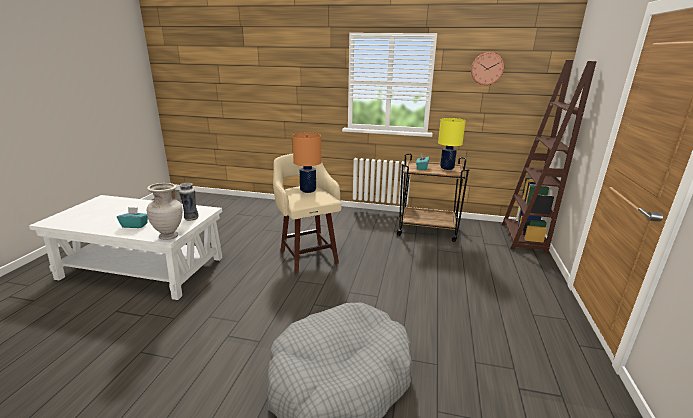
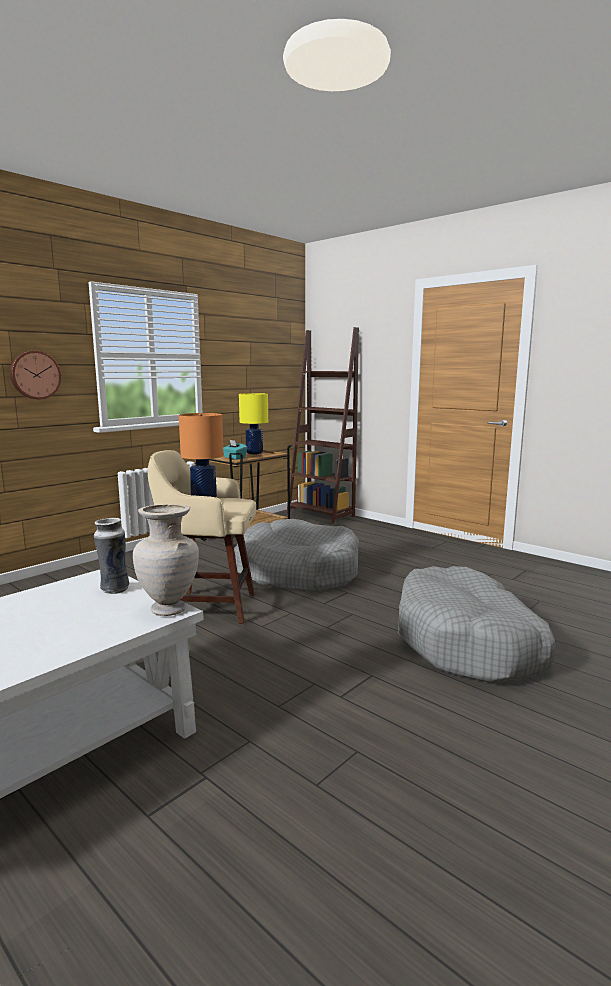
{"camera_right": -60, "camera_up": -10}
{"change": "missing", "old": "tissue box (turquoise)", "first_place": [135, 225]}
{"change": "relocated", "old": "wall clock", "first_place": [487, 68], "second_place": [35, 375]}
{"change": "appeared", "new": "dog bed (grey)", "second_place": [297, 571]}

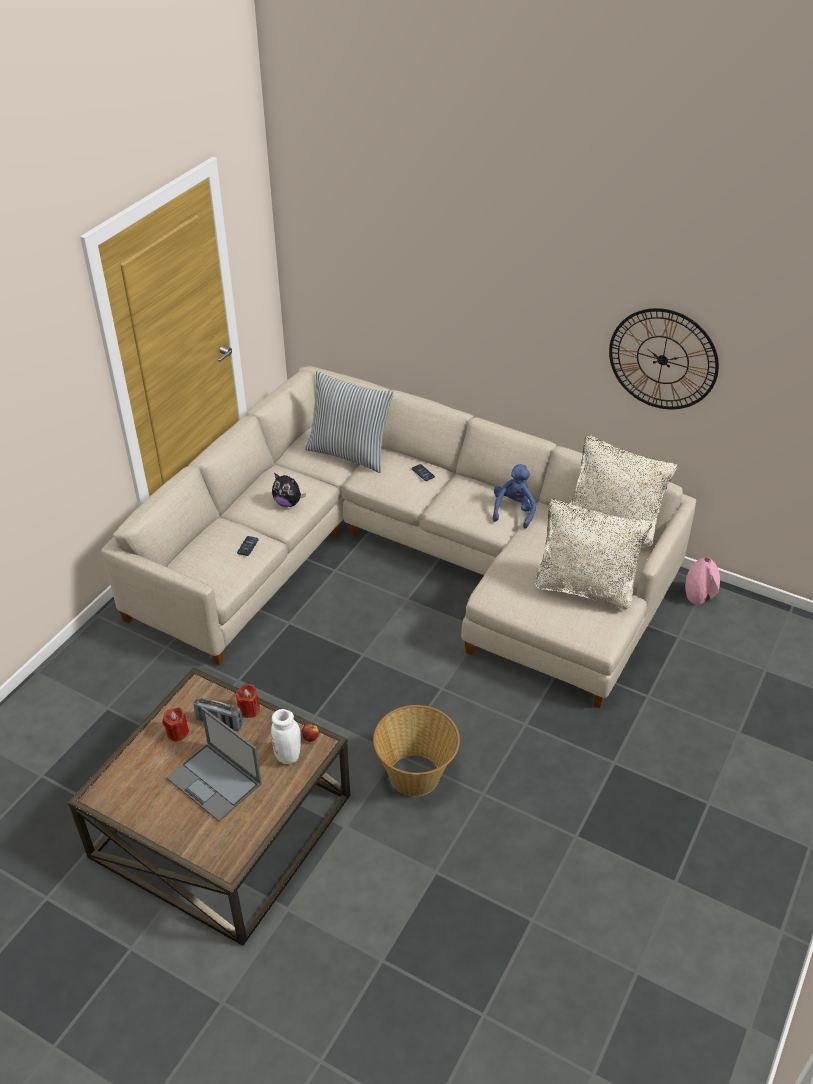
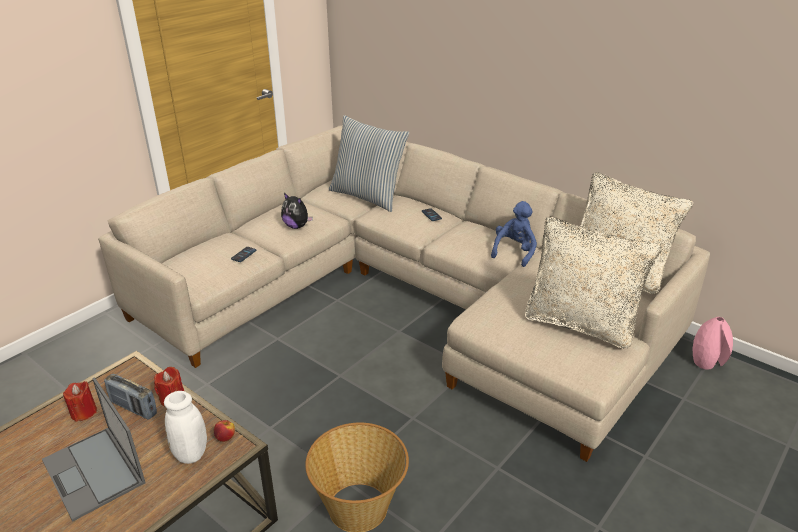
{"camera_right": 10, "camera_up": -10}
{"change": "missing", "old": "wall clock", "first_place": [662, 359]}

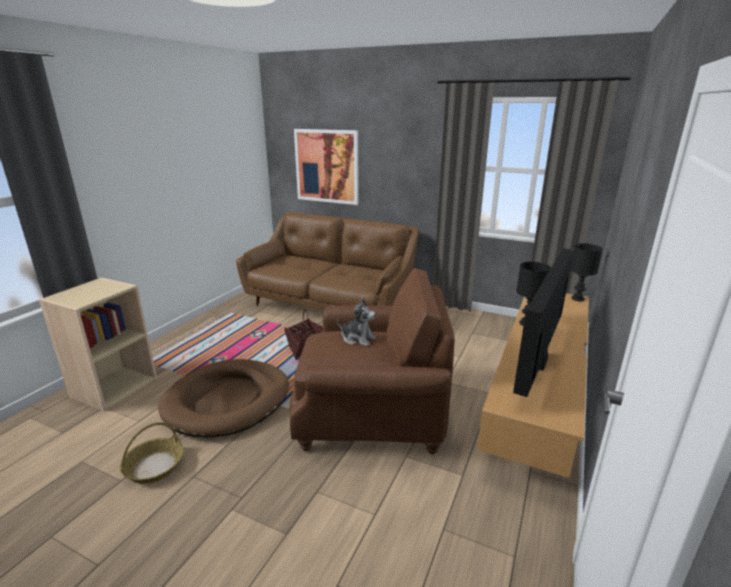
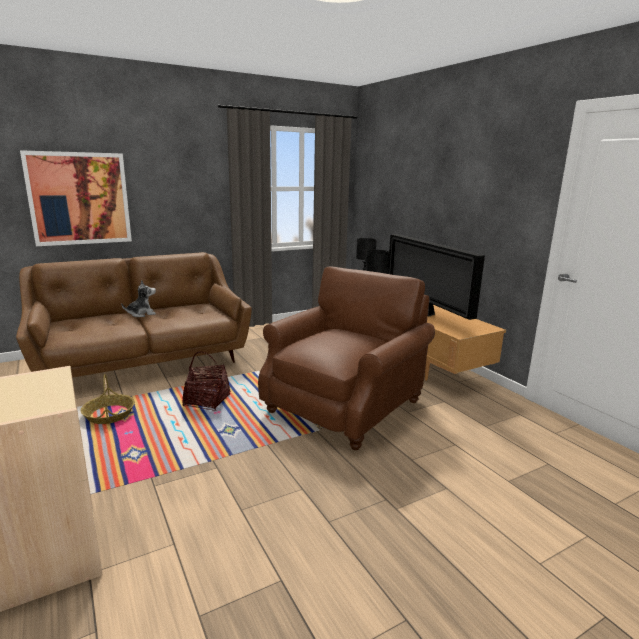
{"camera_right": -55, "camera_up": -5}
{"change": "relocated", "old": "basket", "first_place": [154, 466], "second_place": [109, 414]}
{"change": "missing", "old": "dog bed (brown)", "first_place": [228, 401]}
{"change": "relocated", "old": "plush toy", "first_place": [358, 339], "second_place": [141, 314]}

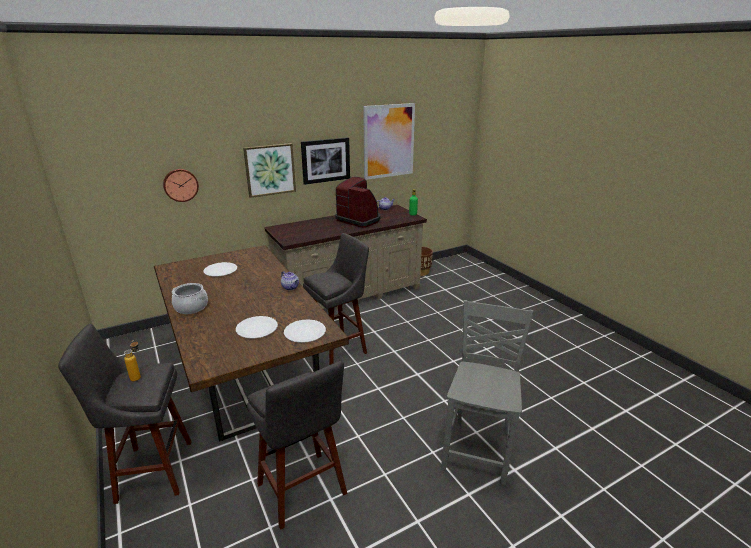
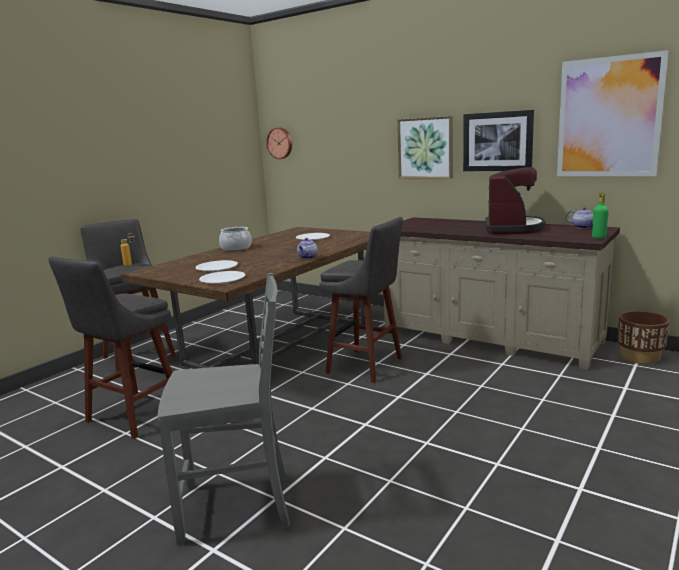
{"camera_right": 65, "camera_up": -10}
{"change": "relocated", "old": "wall clock", "first_place": [180, 185], "second_place": [280, 143]}

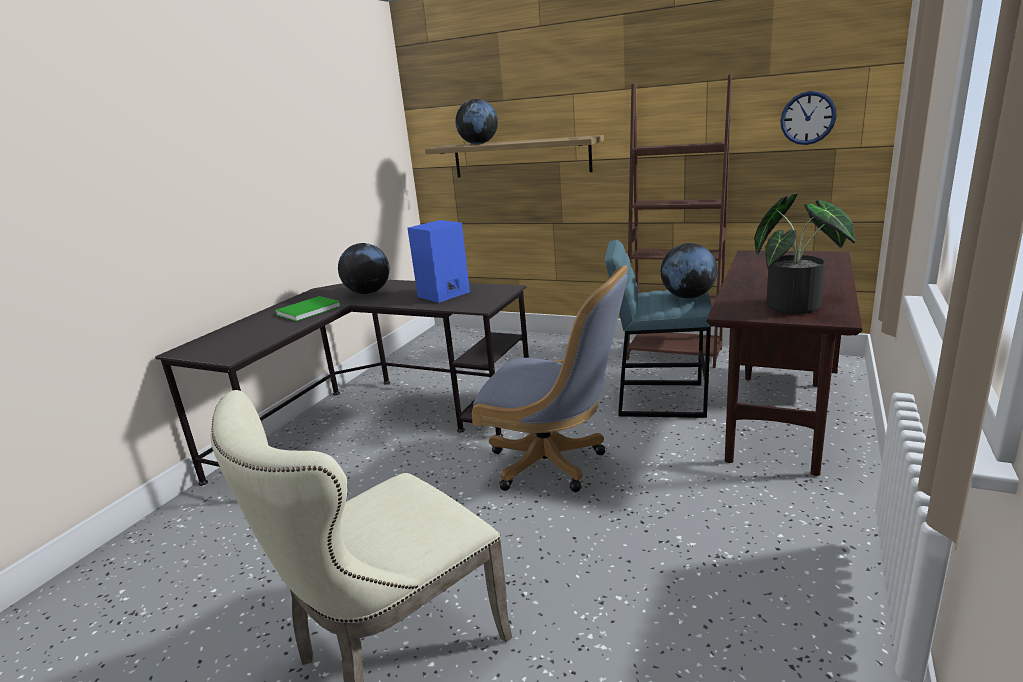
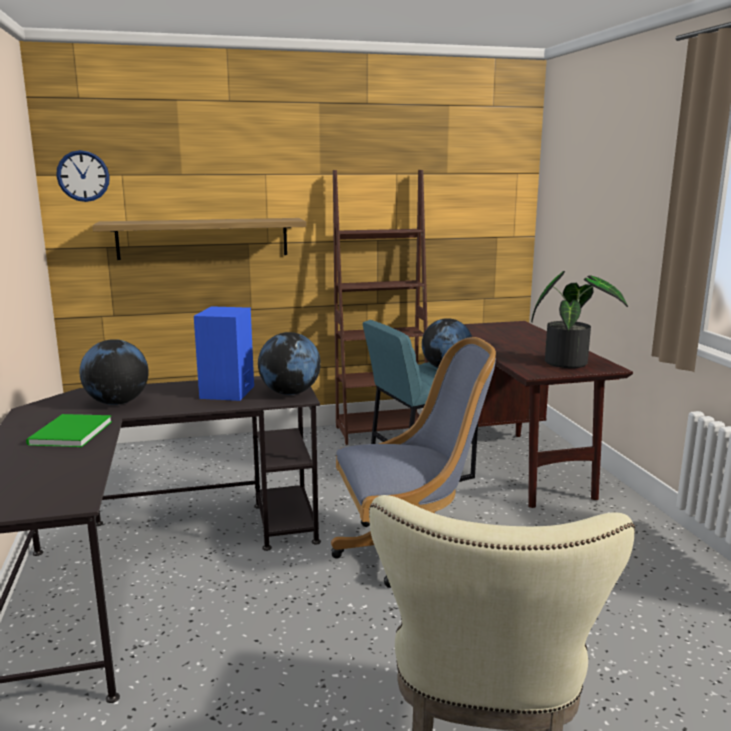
{"camera_right": -40, "camera_up": -5}
{"change": "relocated", "old": "globe", "first_place": [478, 144], "second_place": [290, 393]}
{"change": "relocated", "old": "wall clock", "first_place": [808, 118], "second_place": [83, 176]}

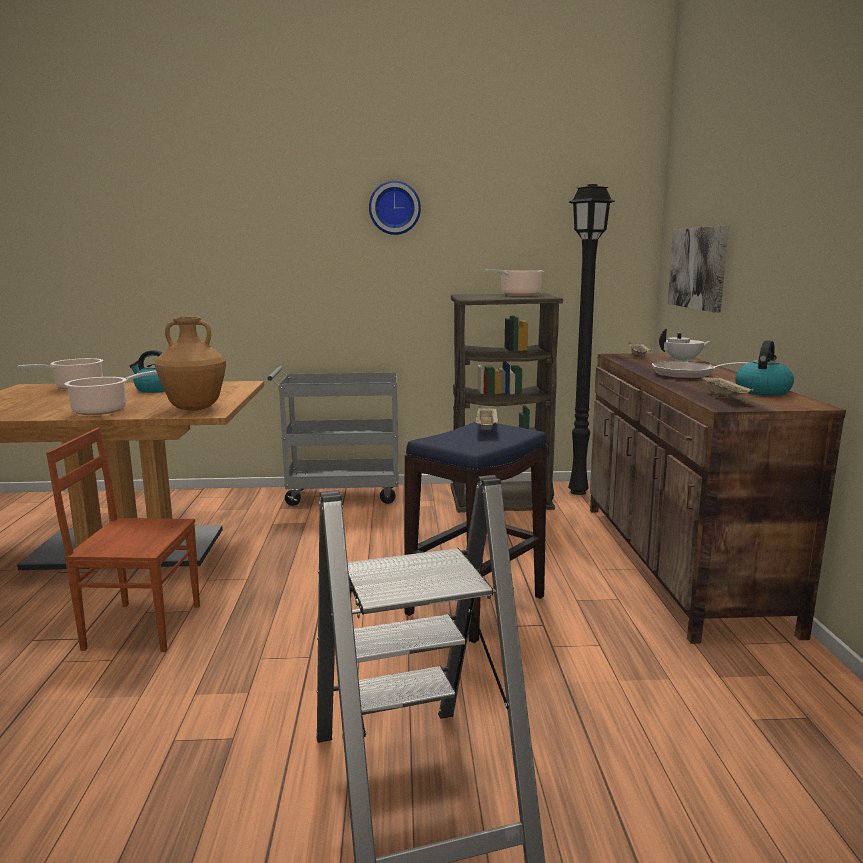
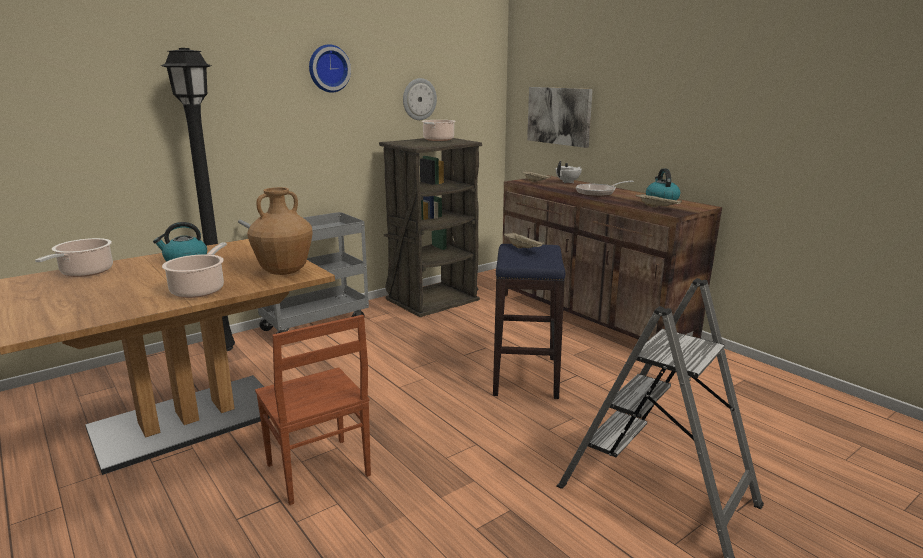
{"camera_right": -35, "camera_up": 5}
{"change": "spun", "old": "chair (brown)", "first_place": [142, 626], "second_place": [317, 471], "degrees": -90}
{"change": "relocated", "old": "floor lamp (black)", "first_place": [580, 492], "second_place": [227, 348]}
{"change": "appeared", "new": "wall clock", "second_place": [419, 99]}

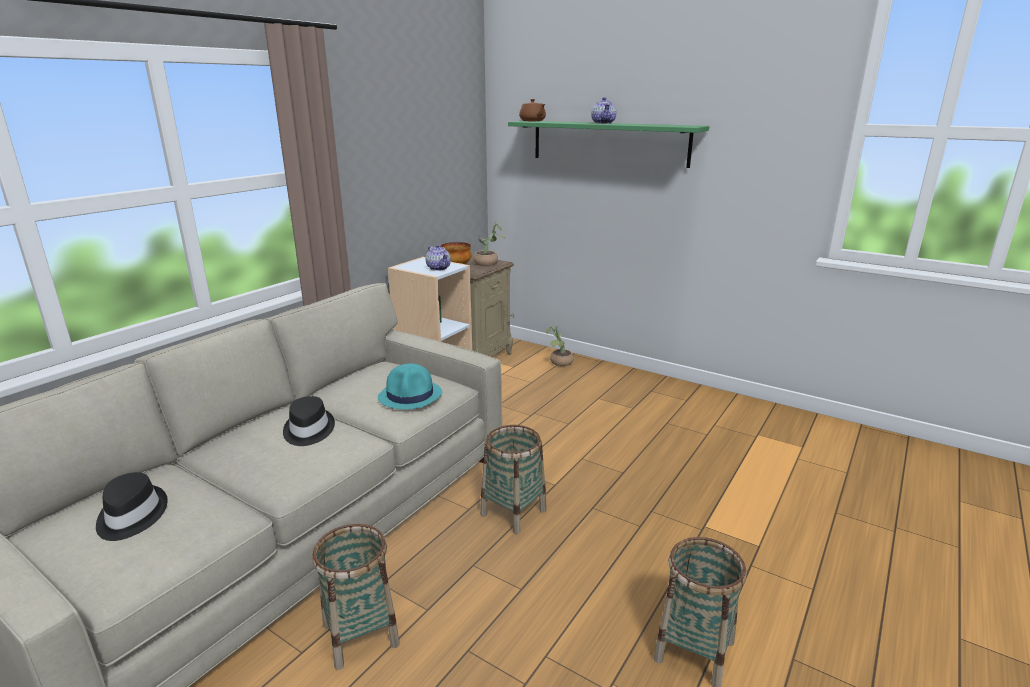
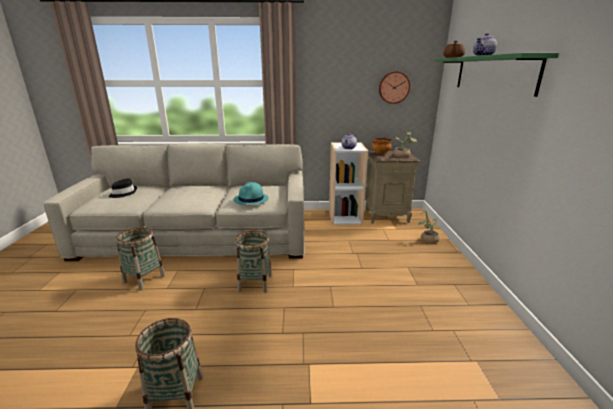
{"camera_right": 55, "camera_up": 0}
{"change": "missing", "old": "hat (black)", "first_place": [308, 430]}
{"change": "appeared", "new": "wall clock", "second_place": [393, 87]}

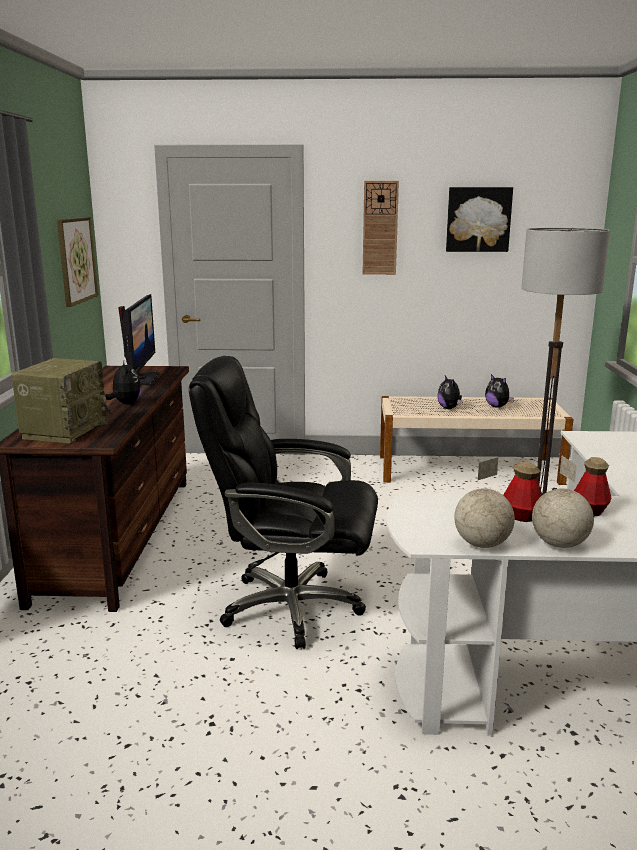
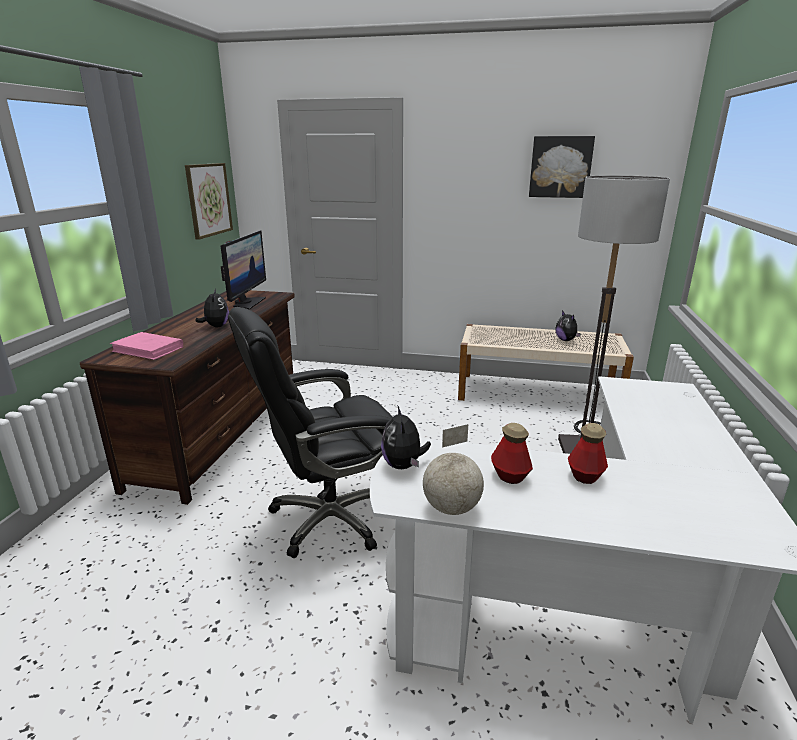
{"camera_right": 10, "camera_up": 5}
{"change": "exchanged", "old": "radio", "new": "book (pink)", "first_place": [65, 430], "second_place": [148, 349]}
{"change": "spun", "old": "office chair (black)", "first_place": [294, 607], "second_place": [334, 517], "degrees": -45}
{"change": "missing", "old": "wall clock", "first_place": [380, 228]}
{"change": "relocated", "old": "plush toy", "first_place": [449, 408], "second_place": [403, 465]}
{"change": "missing", "old": "globe", "first_place": [559, 545]}

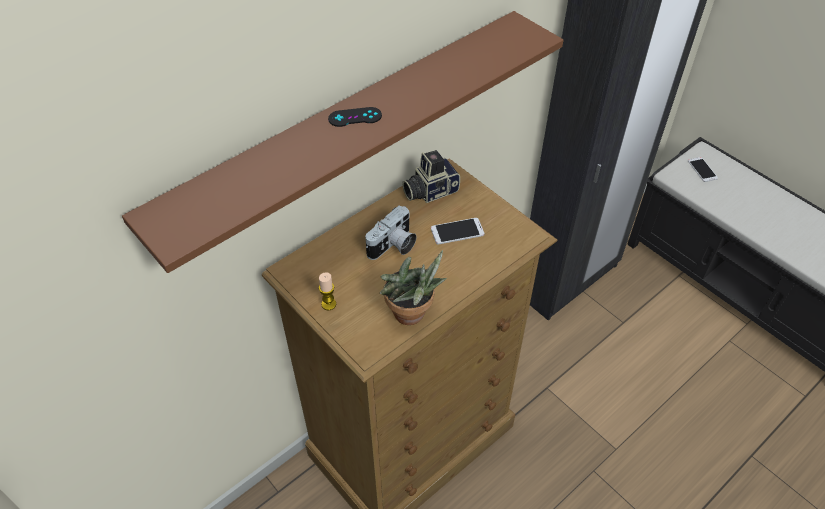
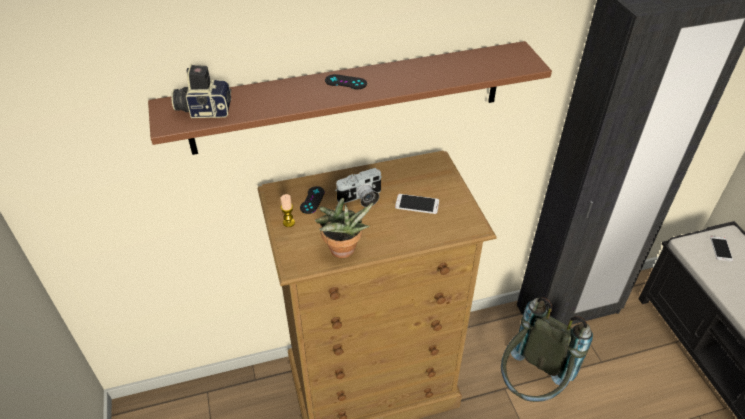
{"camera_right": 25, "camera_up": -5}
{"change": "relocated", "old": "photo camera", "first_place": [429, 190], "second_place": [204, 109]}
{"change": "appeared", "new": "game controller (black)", "second_place": [312, 200]}
{"change": "appeared", "new": "backpack (grey)", "second_place": [531, 385]}

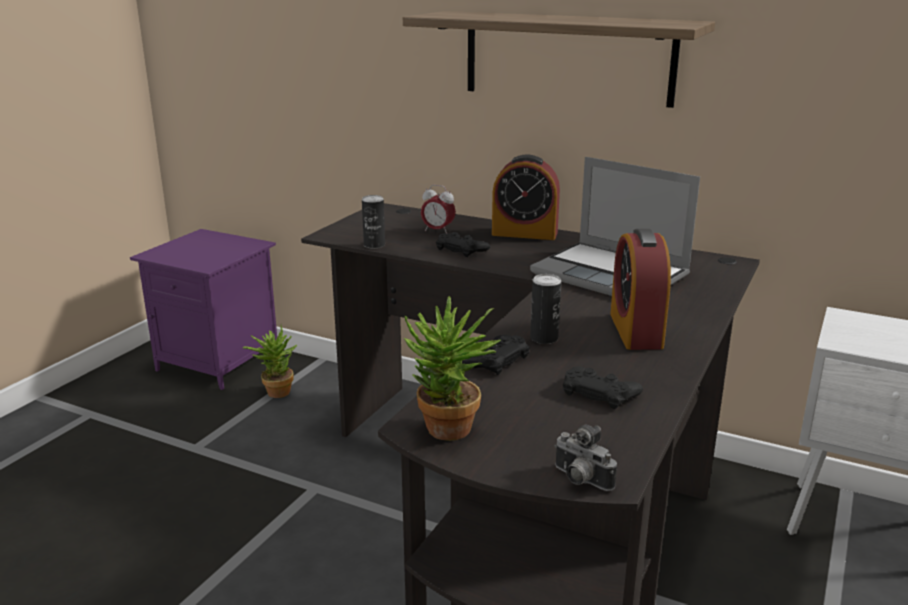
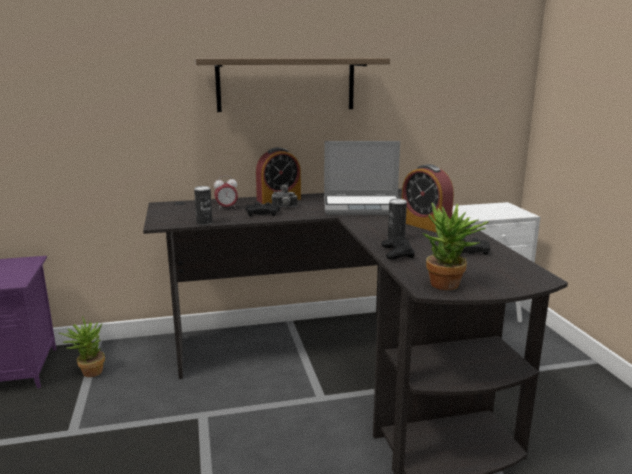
{"camera_right": -40, "camera_up": -5}
{"change": "relocated", "old": "photo camera", "first_place": [580, 481], "second_place": [284, 207]}

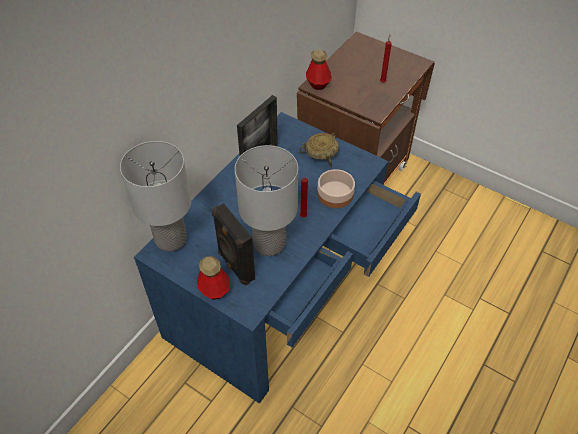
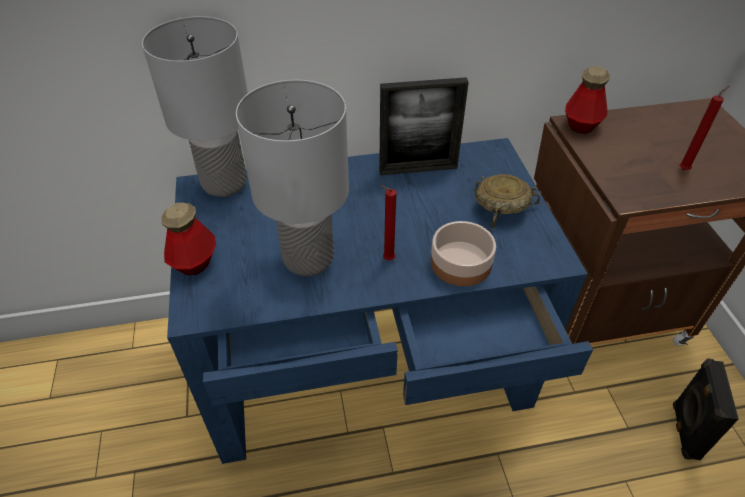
{"camera_right": 45, "camera_up": -5}
{"change": "relocated", "old": "speaker (black)", "first_place": [235, 266], "second_place": [684, 430]}

